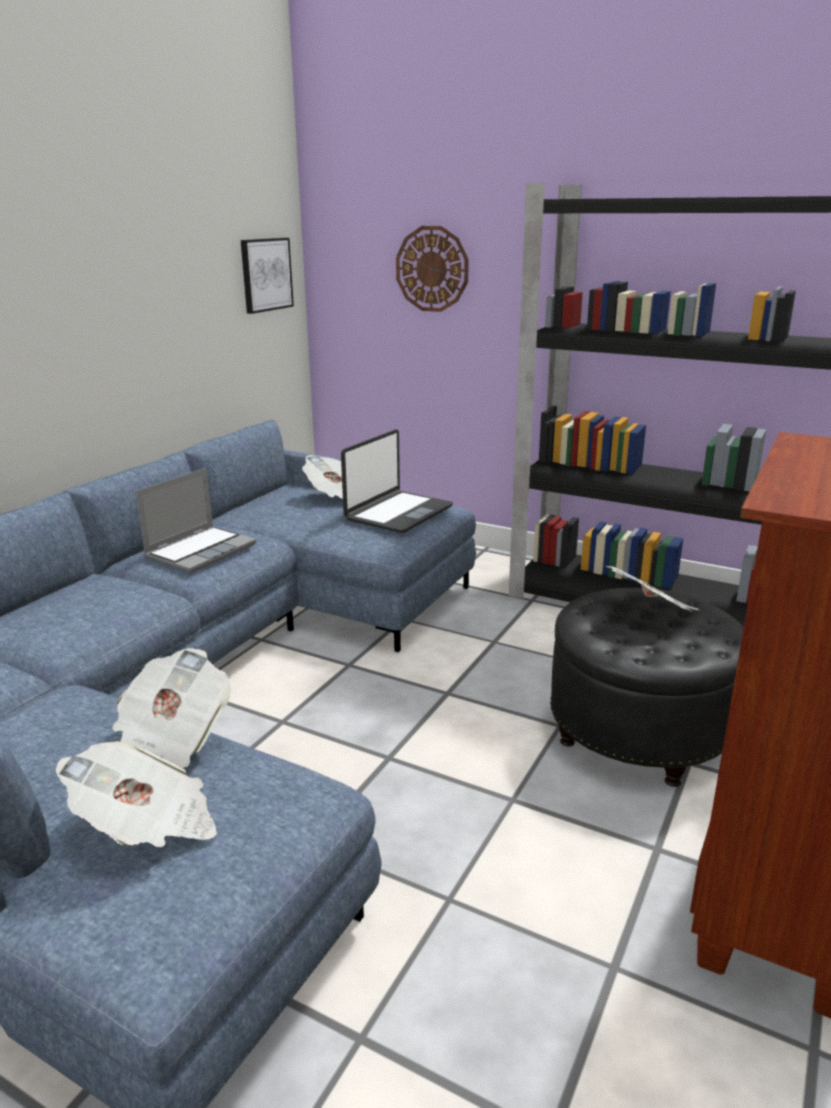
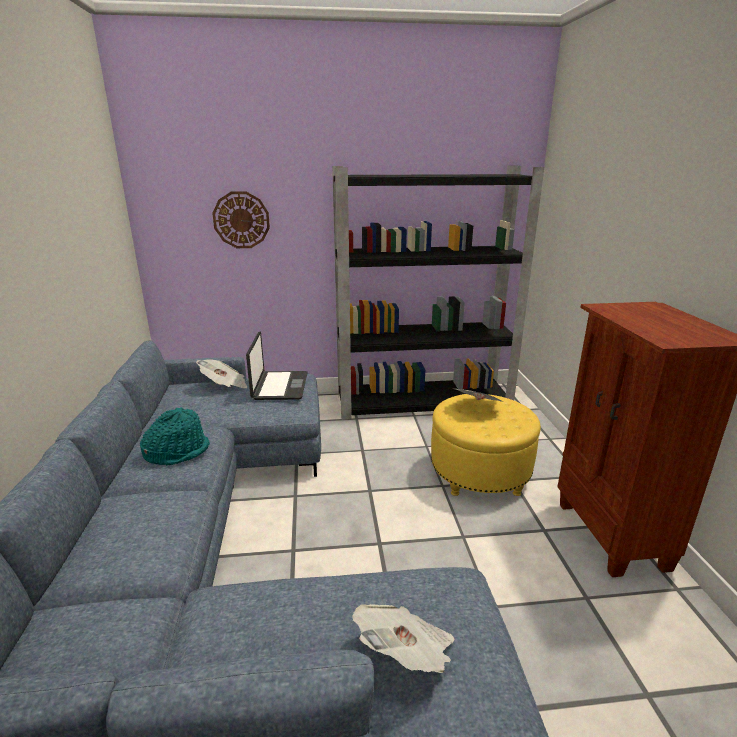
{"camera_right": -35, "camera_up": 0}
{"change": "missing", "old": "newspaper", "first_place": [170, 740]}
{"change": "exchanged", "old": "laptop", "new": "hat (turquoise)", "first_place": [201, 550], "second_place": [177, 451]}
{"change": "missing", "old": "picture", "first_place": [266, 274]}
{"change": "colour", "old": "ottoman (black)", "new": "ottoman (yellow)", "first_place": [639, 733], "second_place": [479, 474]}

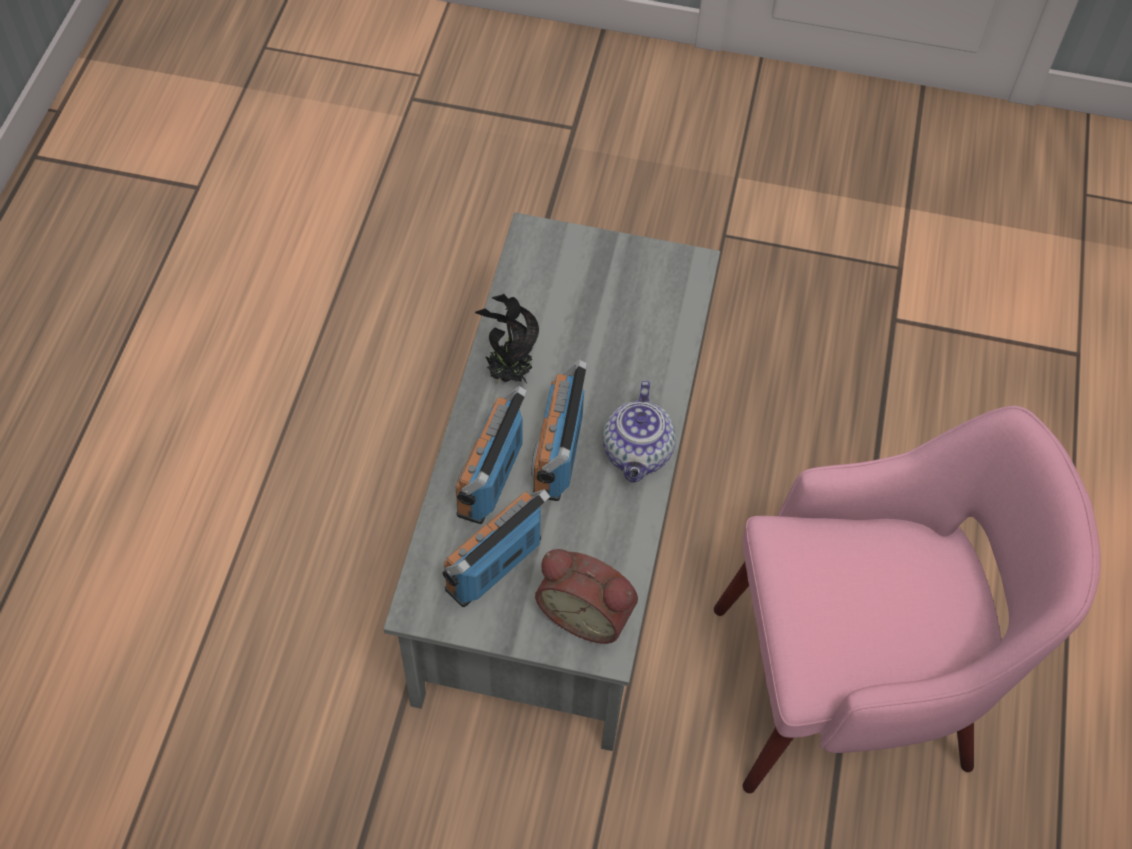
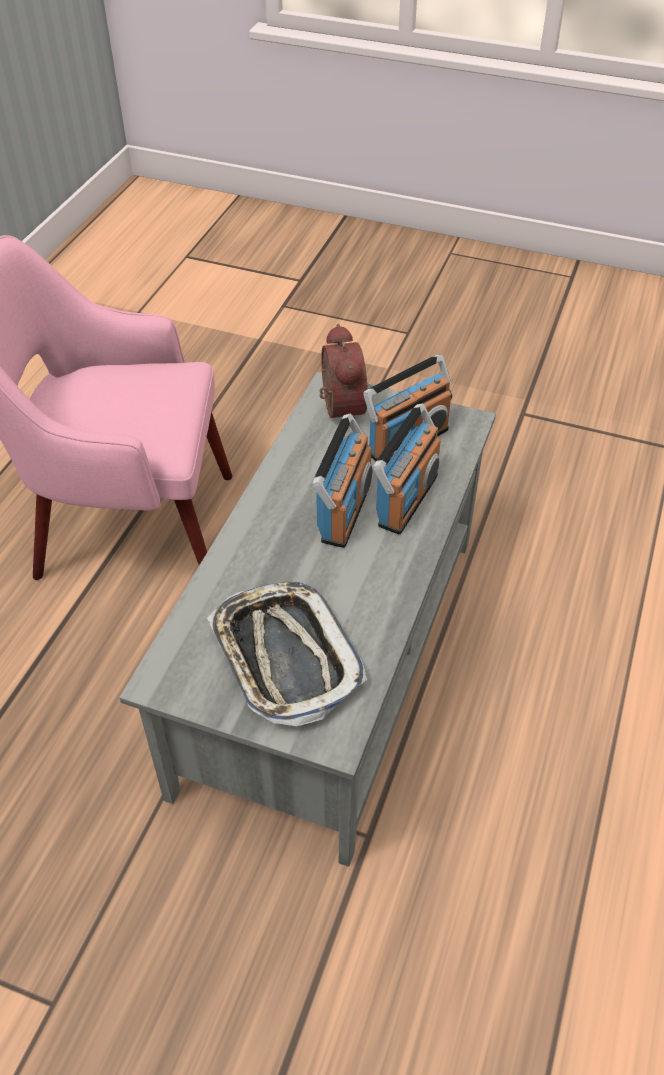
{"camera_right": -170, "camera_up": -10}
{"change": "missing", "old": "potted plant", "first_place": [507, 374]}
{"change": "spun", "old": "alarm clock", "first_place": [587, 612], "second_place": [338, 408], "degrees": 45}
{"change": "missing", "old": "teapot", "first_place": [638, 454]}
{"change": "appeared", "new": "tray", "second_place": [284, 657]}

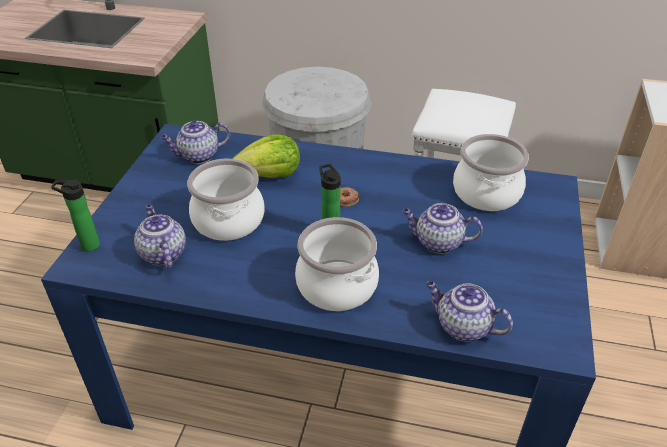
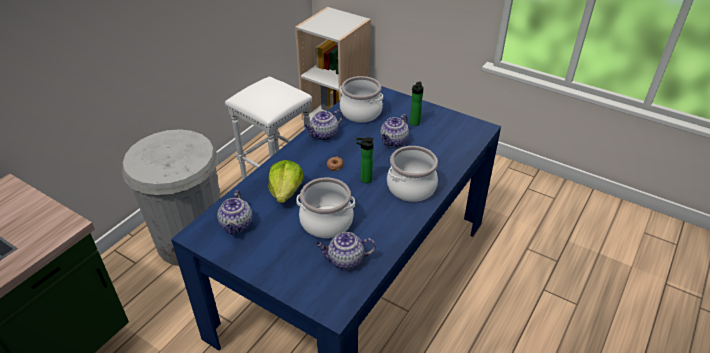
{"camera_right": -70, "camera_up": 0}
{"change": "relocated", "old": "bottle", "first_place": [87, 245], "second_place": [414, 124]}
{"change": "relocated", "old": "teapot", "first_place": [462, 327], "second_place": [324, 135]}

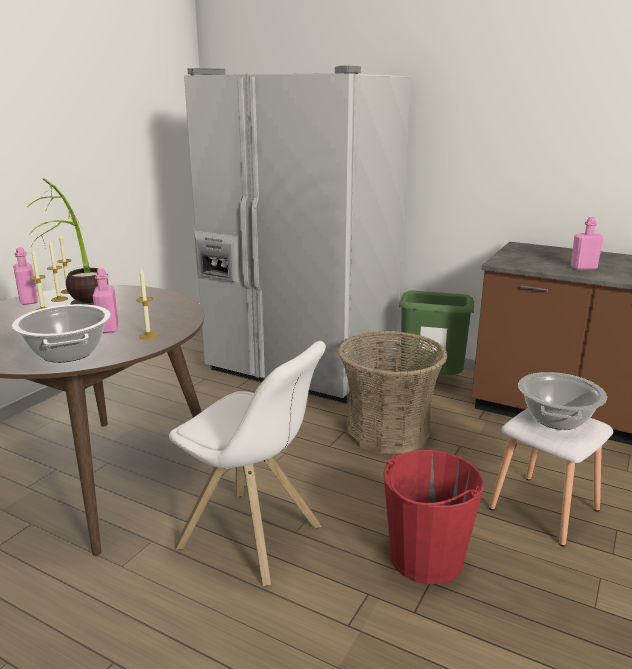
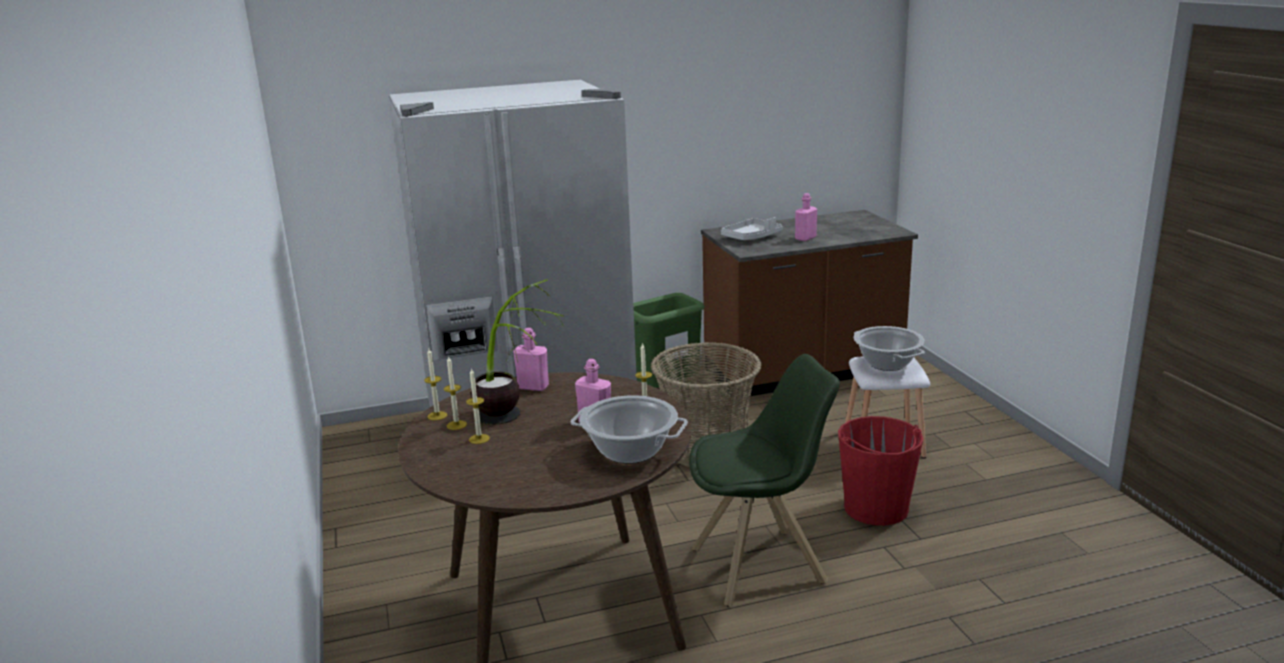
{"camera_right": -45, "camera_up": 0}
{"change": "relocated", "old": "bottle (pink)", "first_place": [29, 301], "second_place": [533, 387]}
{"change": "colour", "old": "chair (white)", "new": "chair (green)", "first_place": [251, 536], "second_place": [759, 566]}
{"change": "appeared", "new": "tray (grey)", "second_place": [751, 237]}

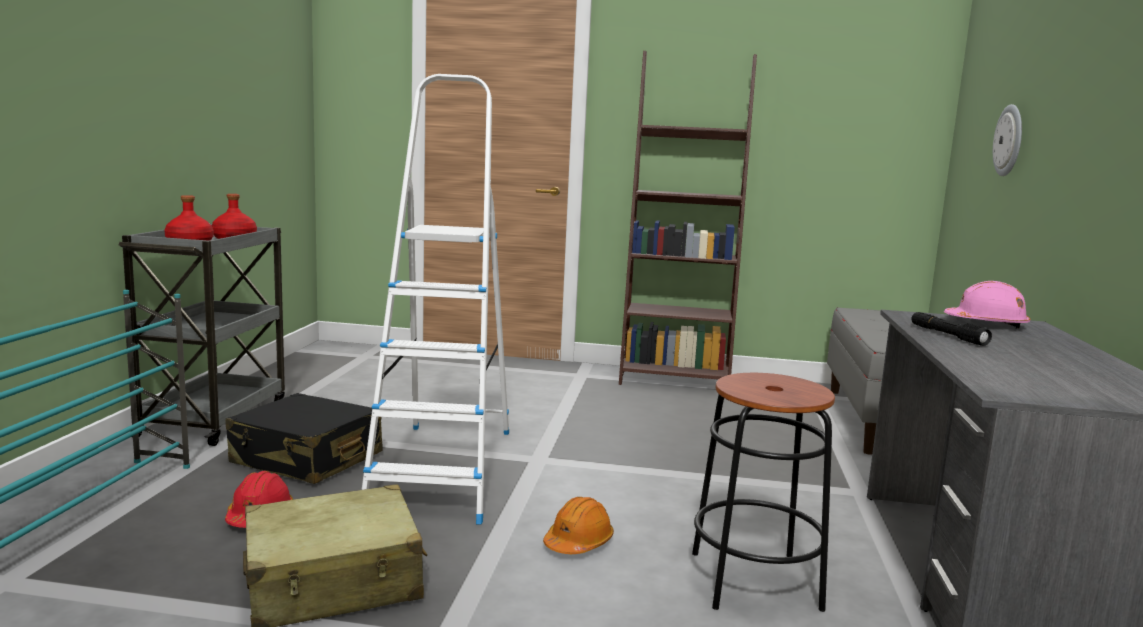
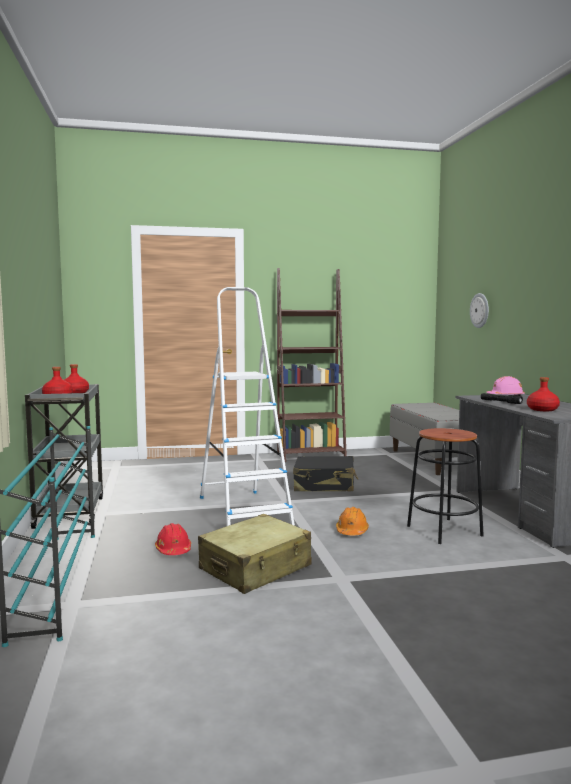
{"camera_right": -20, "camera_up": -5}
{"change": "relocated", "old": "suitcase (black)", "first_place": [306, 459], "second_place": [324, 485]}
{"change": "appeared", "new": "bottle (red)", "second_place": [542, 409]}

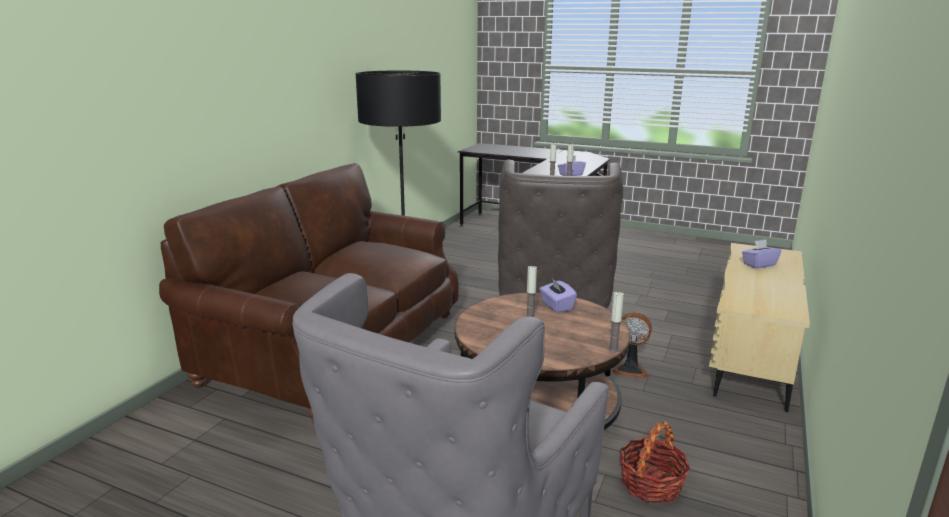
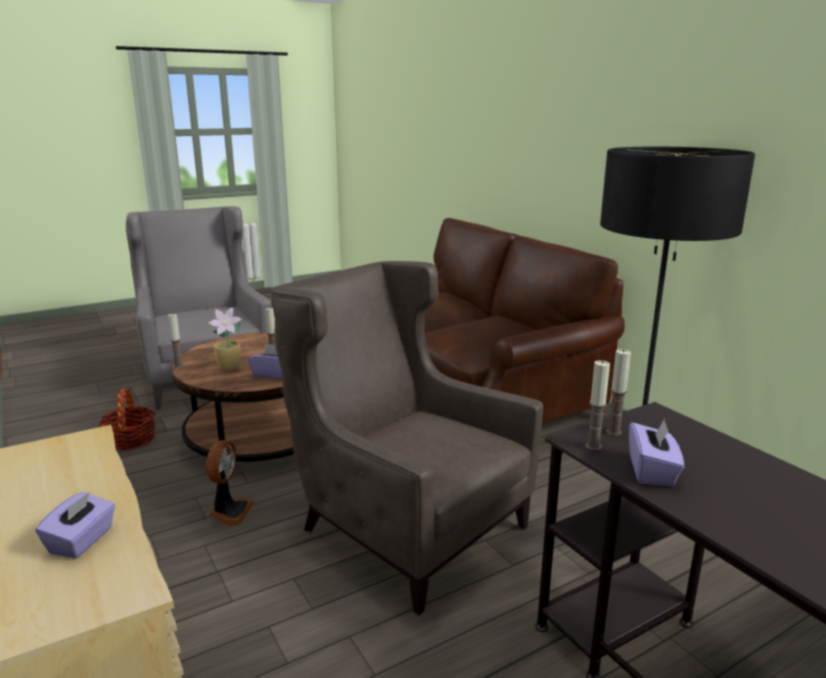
{"camera_right": 125, "camera_up": 0}
{"change": "spun", "old": "fan", "first_place": [630, 369], "second_place": [229, 511], "degrees": 135}
{"change": "appeared", "new": "potted plant", "second_place": [230, 367]}

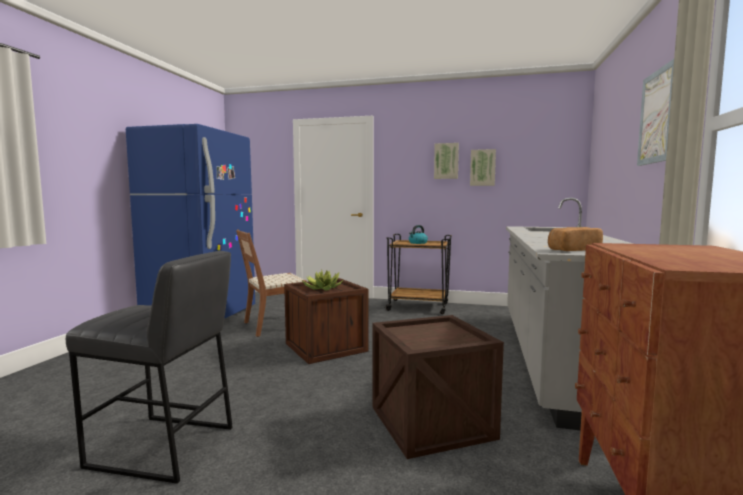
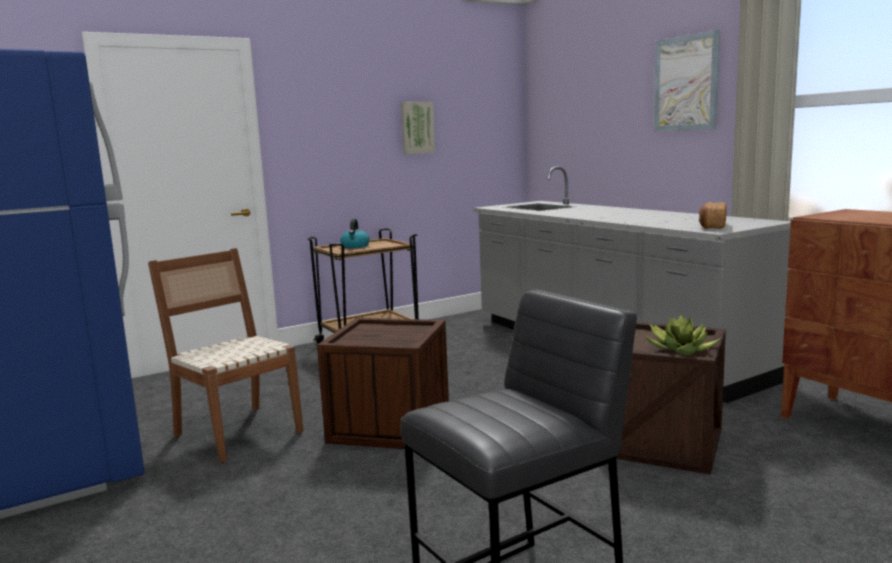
{"camera_right": -45, "camera_up": 5}
{"change": "spun", "old": "chair", "first_place": [272, 326], "second_place": [237, 432], "degrees": 120}
{"change": "relocated", "old": "potted plant", "first_place": [322, 288], "second_place": [680, 350]}
{"change": "missing", "old": "picture", "first_place": [446, 161]}

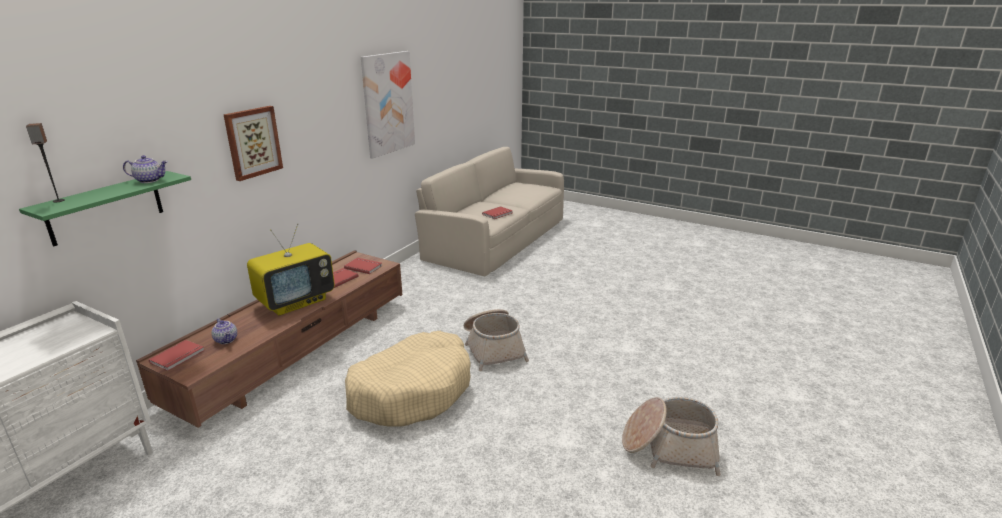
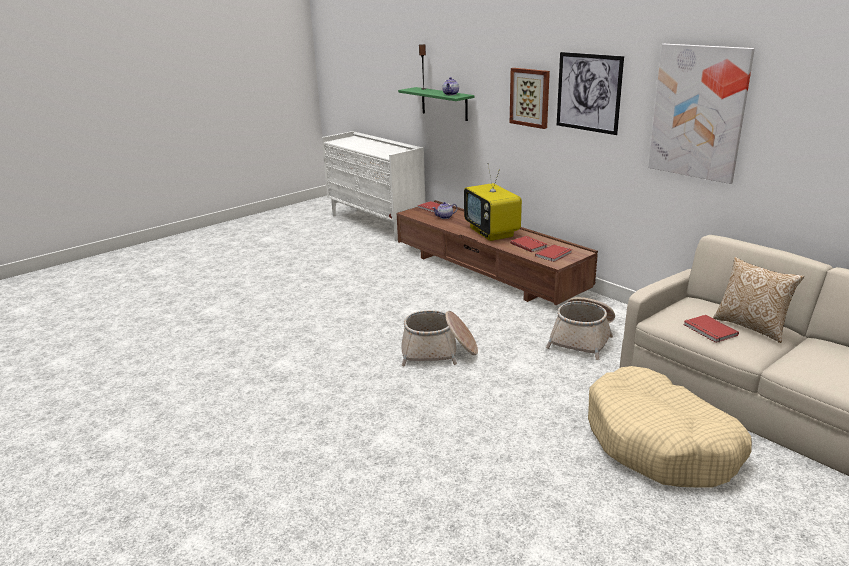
{"camera_right": 110, "camera_up": 0}
{"change": "relocated", "old": "dog bed (beige)", "first_place": [412, 391], "second_place": [660, 443]}
{"change": "relocated", "old": "basket", "first_place": [669, 447], "second_place": [583, 338]}
{"change": "appeared", "new": "picture", "second_place": [588, 92]}
{"change": "appeared", "new": "pillow", "second_place": [751, 326]}

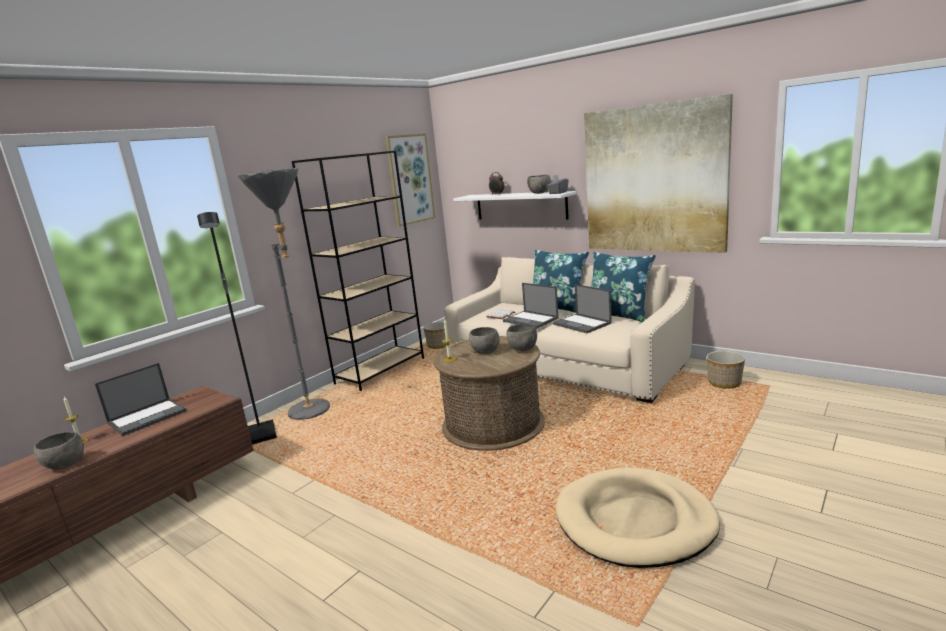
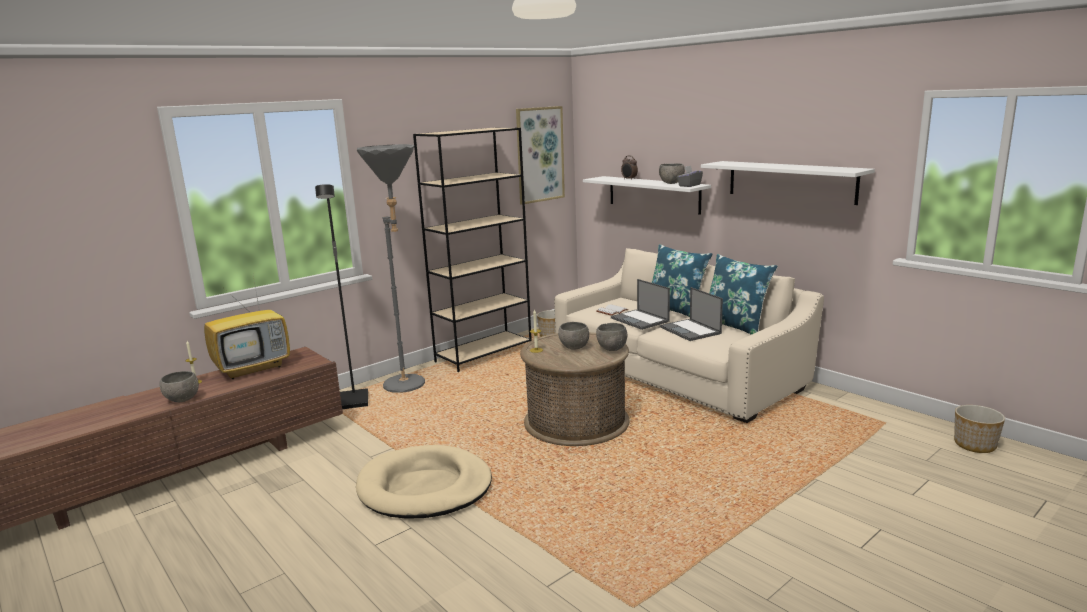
{"camera_right": 10, "camera_up": 0}
{"change": "exchanged", "old": "laptop", "new": "television", "first_place": [148, 416], "second_place": [254, 368]}
{"change": "relocated", "old": "dog bed (beige)", "first_place": [635, 521], "second_place": [424, 487]}
{"change": "exchanged", "old": "picture", "new": "shelf (white)", "first_place": [654, 179], "second_place": [790, 181]}
{"change": "relocated", "old": "planter", "first_place": [725, 383], "second_place": [975, 445]}

